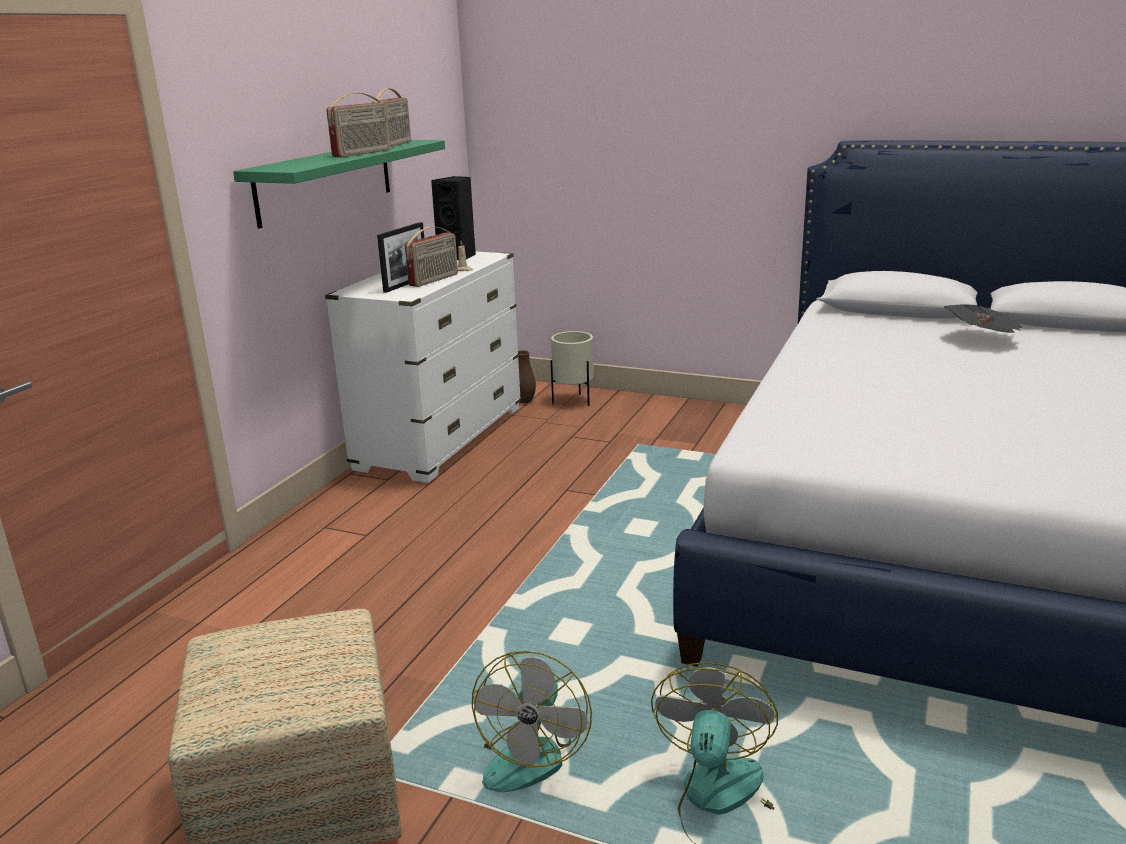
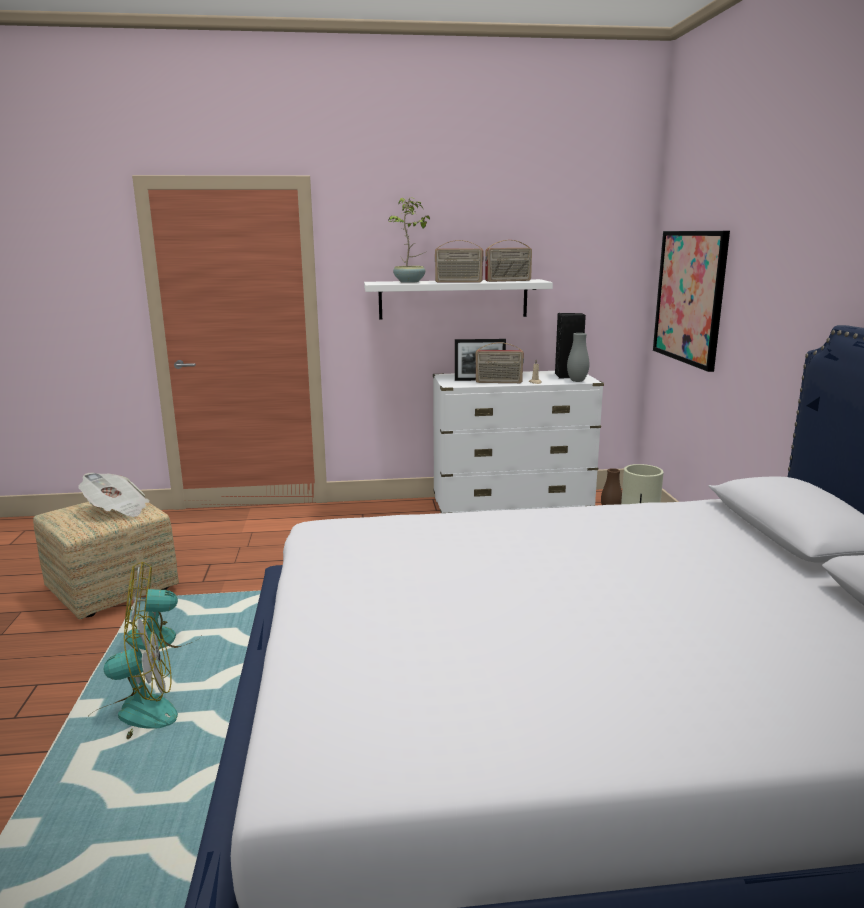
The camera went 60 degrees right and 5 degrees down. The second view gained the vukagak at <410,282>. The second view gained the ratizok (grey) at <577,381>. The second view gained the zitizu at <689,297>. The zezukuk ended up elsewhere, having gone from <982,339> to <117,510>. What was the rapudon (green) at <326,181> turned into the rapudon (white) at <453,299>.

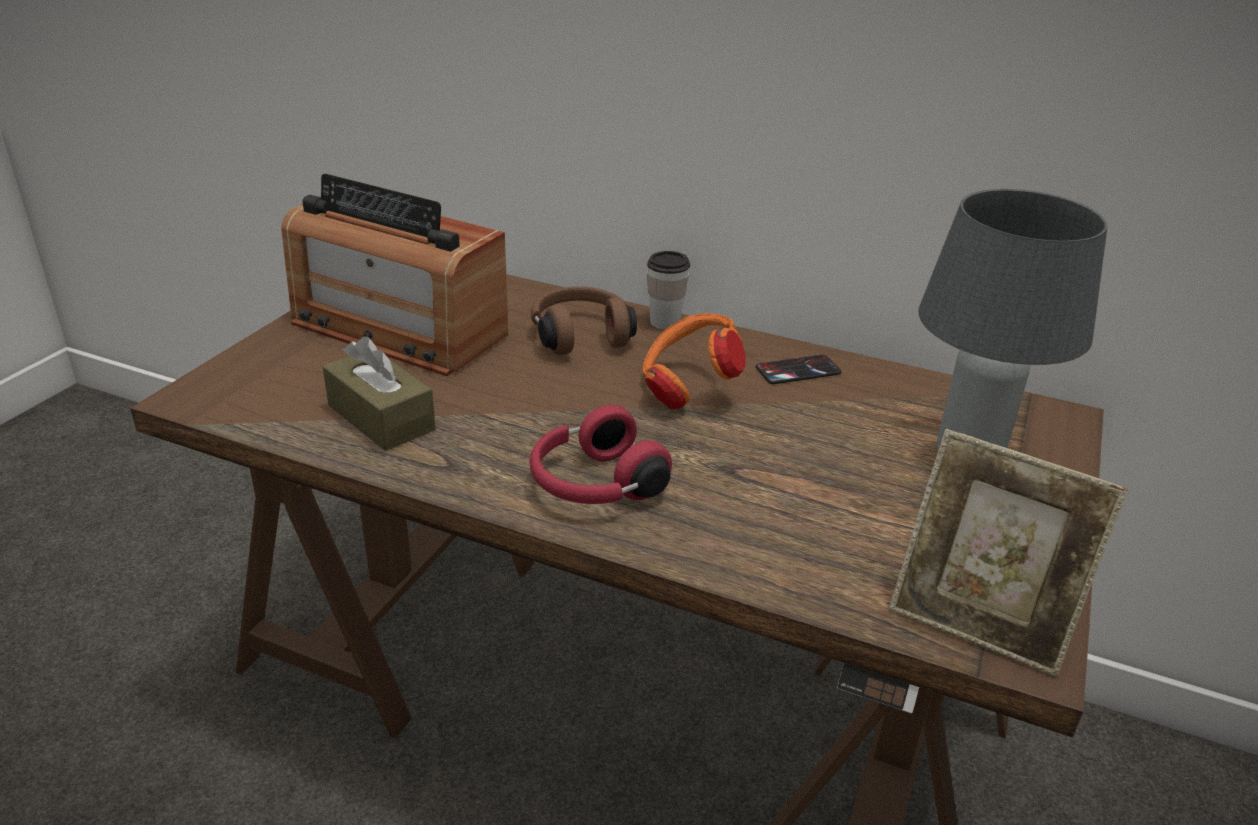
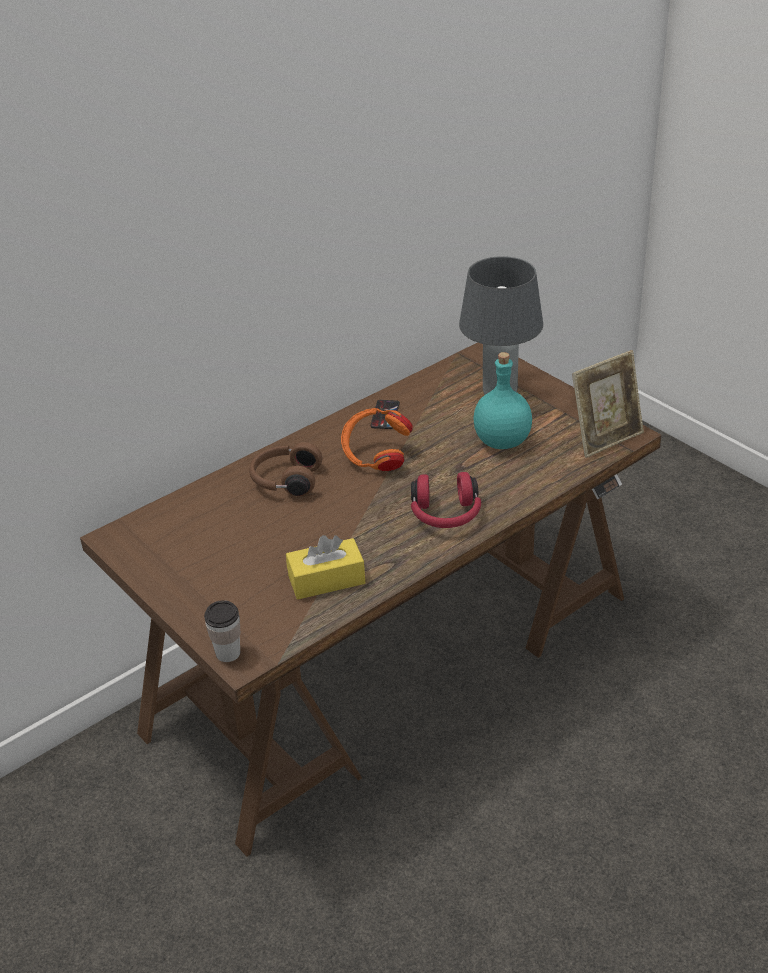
The camera went 60 degrees left and 5 degrees up. The second view lost the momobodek at <398,329>. The second view gained the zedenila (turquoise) at <502,441>. The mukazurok ended up elsewhere, having gone from <665,322> to <228,653>. What was the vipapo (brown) at <381,417> turned into the vipapo (yellow) at <326,580>.

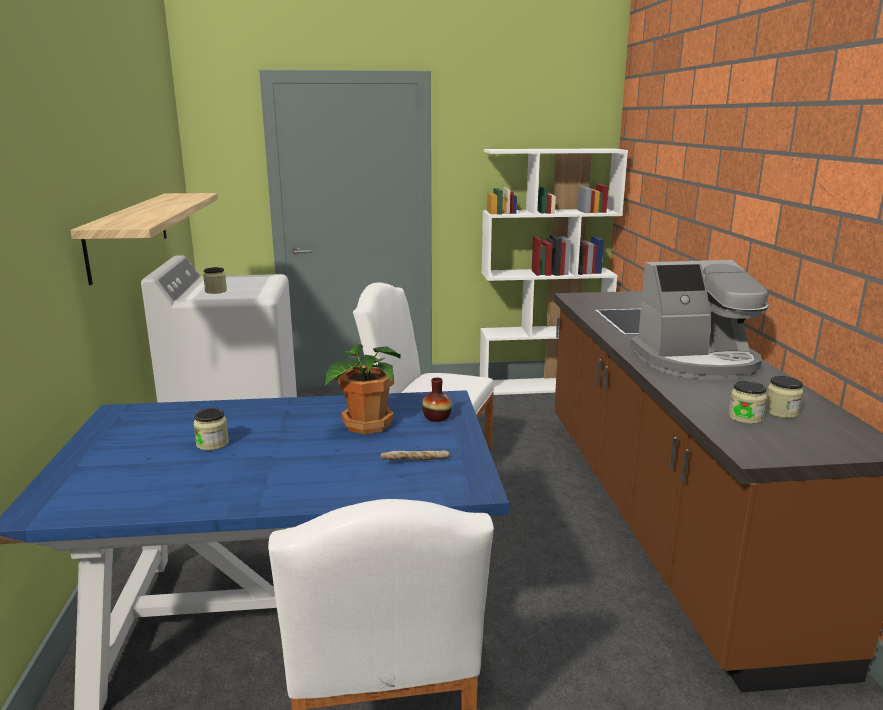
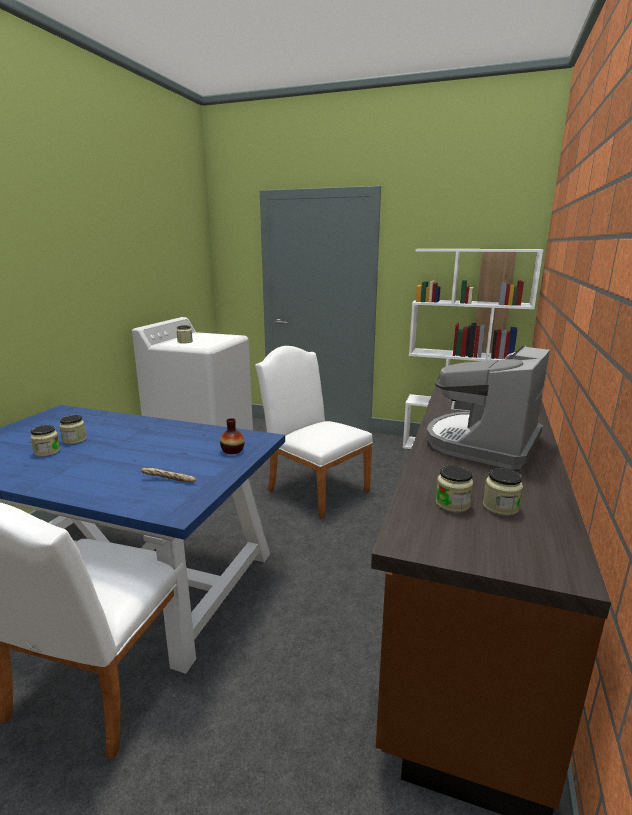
The camera went 25 degrees right and 0 degrees up. The second view lost the rapudon at <129,233>. The second view lost the vukagak at <365,424>. The second view gained the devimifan at <47,452>. The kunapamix at <696,362> ended up facing another way, 105 degrees clockwise from before.

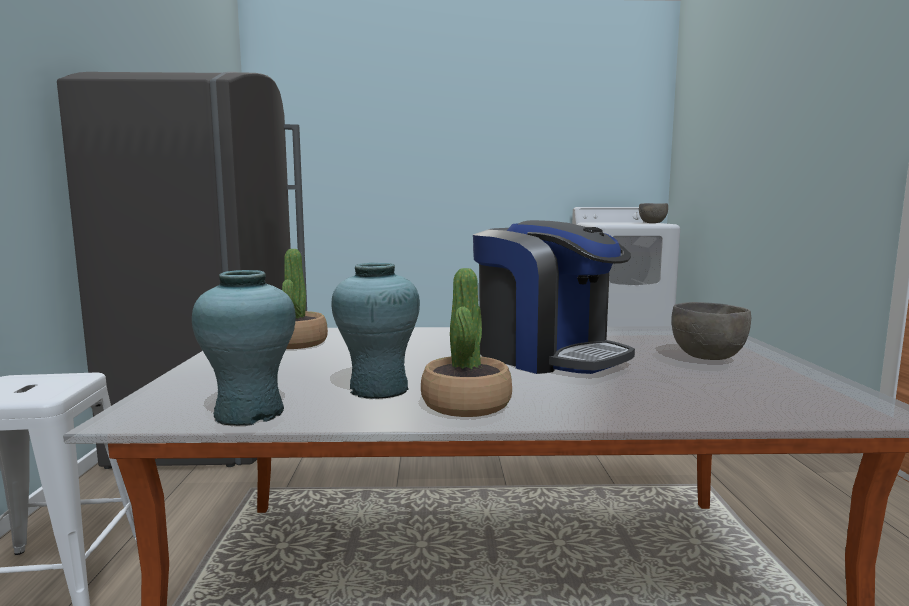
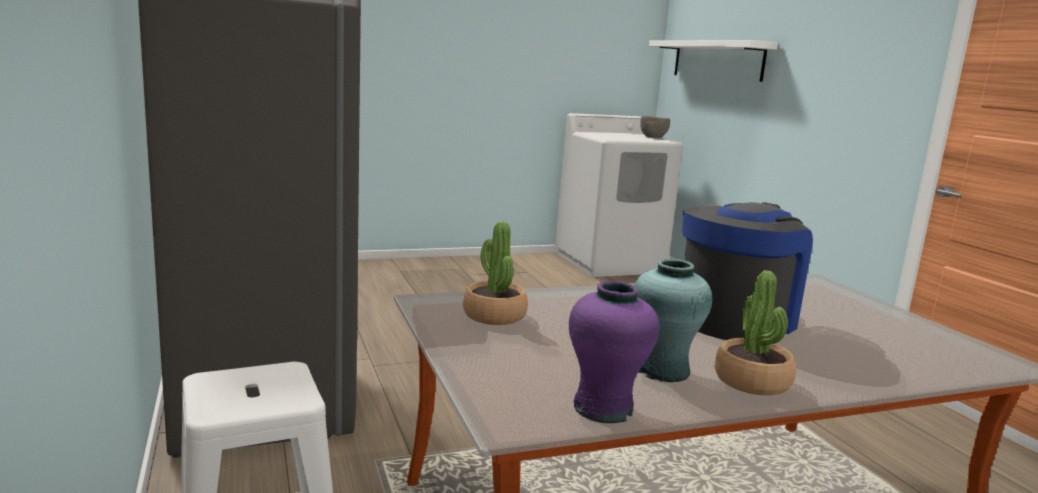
The camera went 20 degrees left and 5 degrees up. The second view lost the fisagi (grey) at <707,358>. The second view gained the rapudon (white) at <717,60>. What was the ratizok (turquoise) at <250,413> turned into the ratizok (purple) at <603,408>. The kunapamix at <548,356> ended up facing another way, 75 degrees counterclockwise from before.

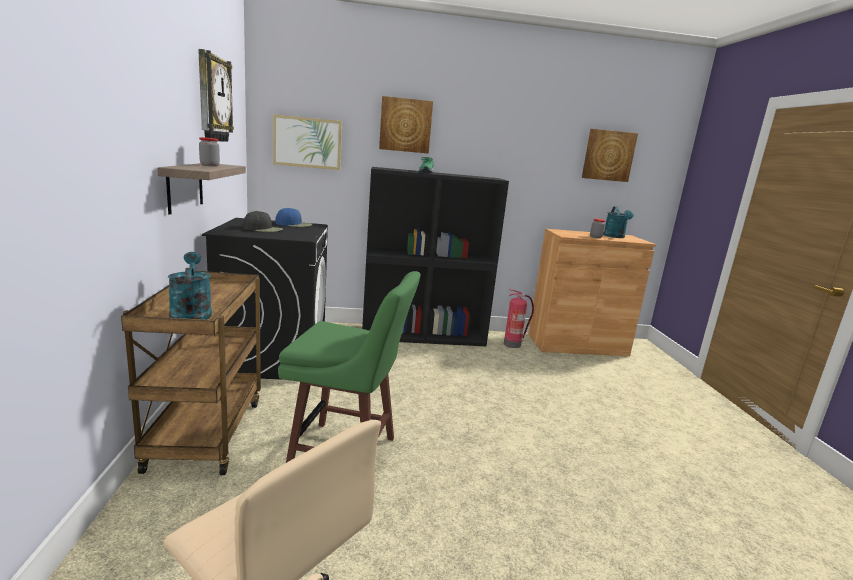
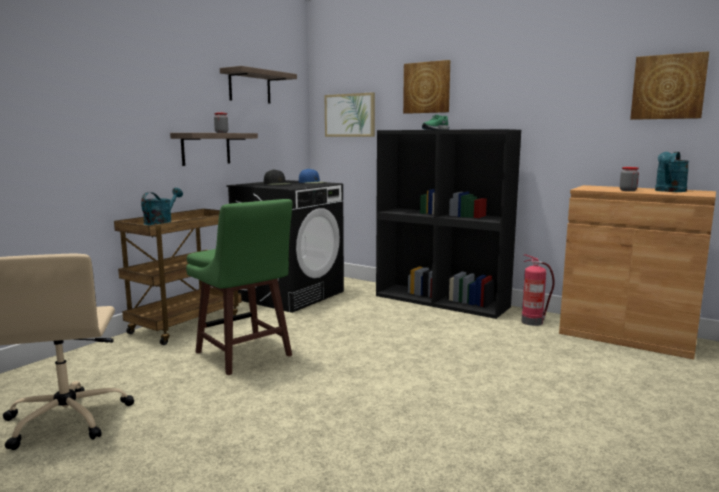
The camera went 40 degrees right and 5 degrees down. Where the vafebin hung at <212,99>, the rapudon came to hang at <249,87>.

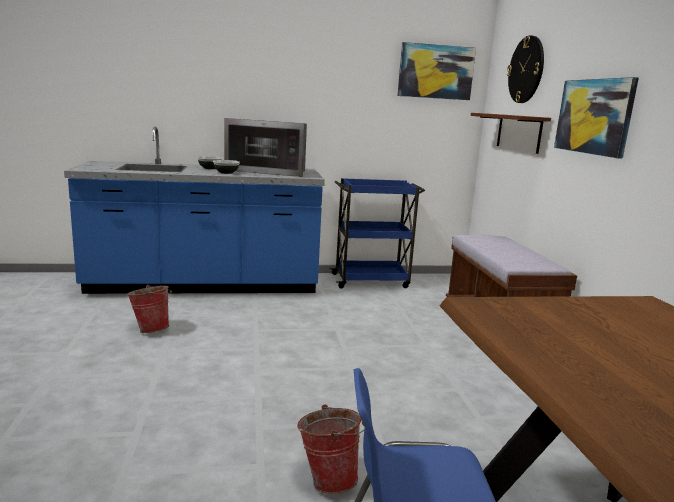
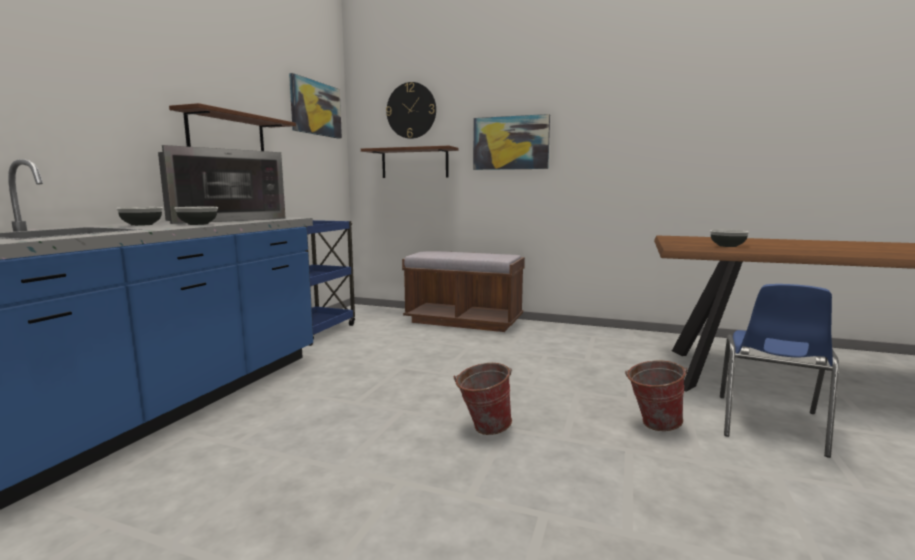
The camera went 60 degrees left and 5 degrees down. The second view gained the rapudon (brown) at <227,135>. The second view gained the fisagi at <728,246>. The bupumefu ended up elsewhere, having gone from <151,329> to <483,428>.

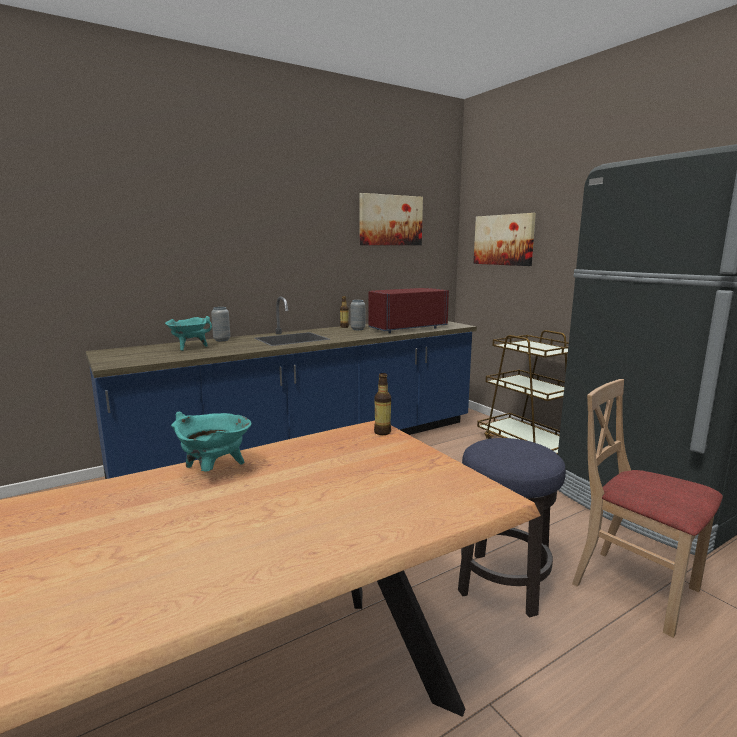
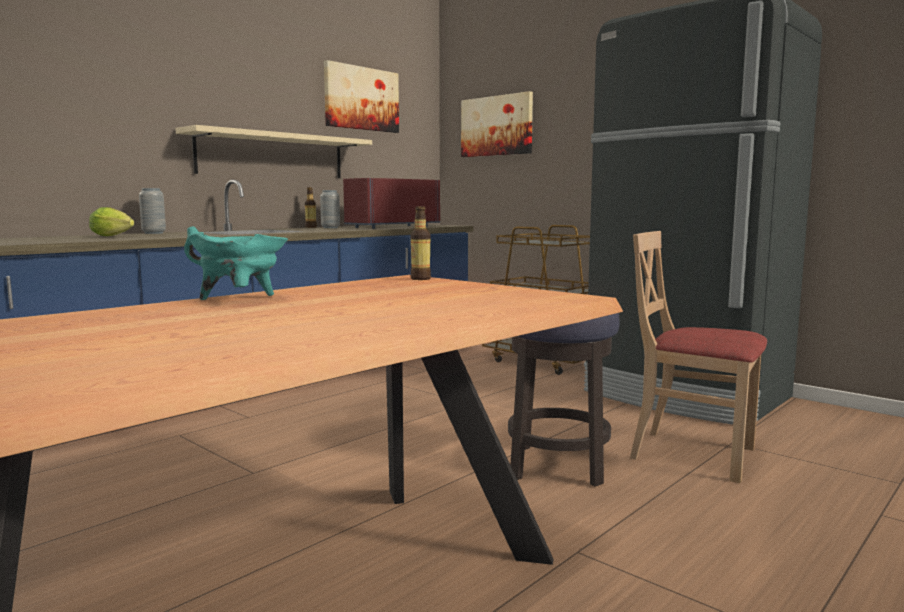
The camera went 15 degrees left and 5 degrees down. The second view gained the rapudon (beige) at <272,156>. Where the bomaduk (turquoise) stood at <189,347>, the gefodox came to stand at <114,236>.

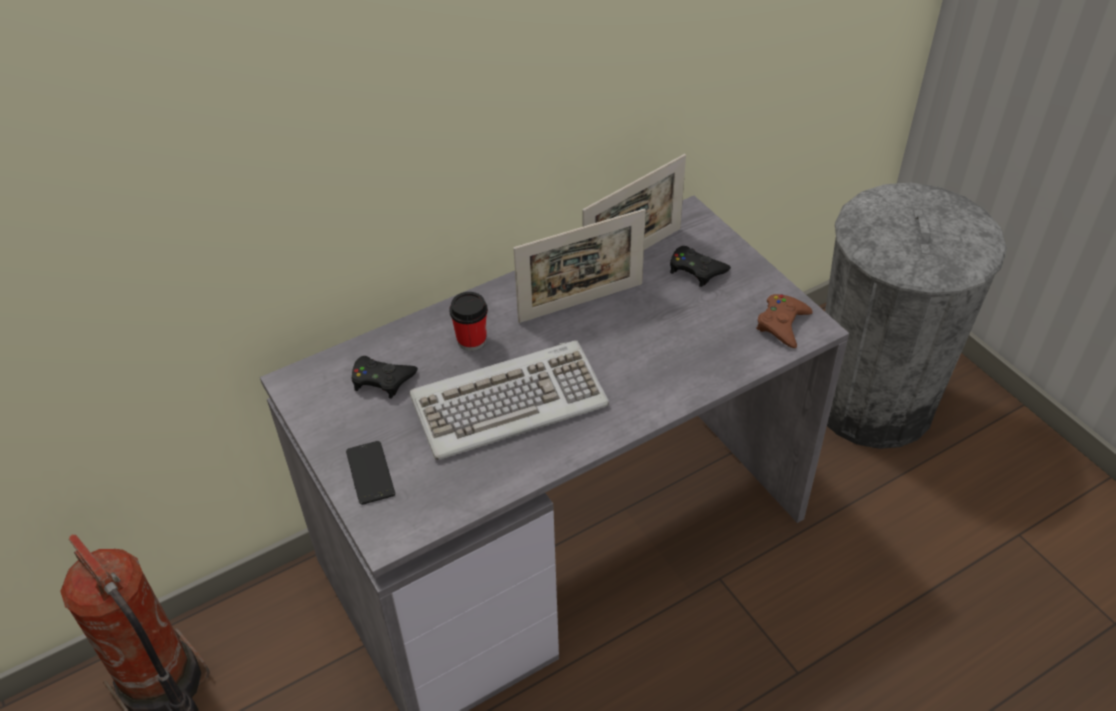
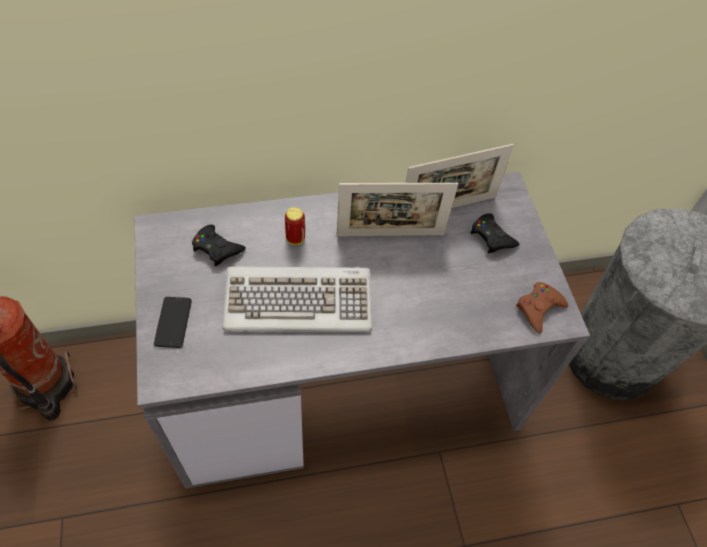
The camera went 15 degrees right and 10 degrees up. Where the mukazurok stood at <471,340>, the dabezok came to stand at <295,238>.

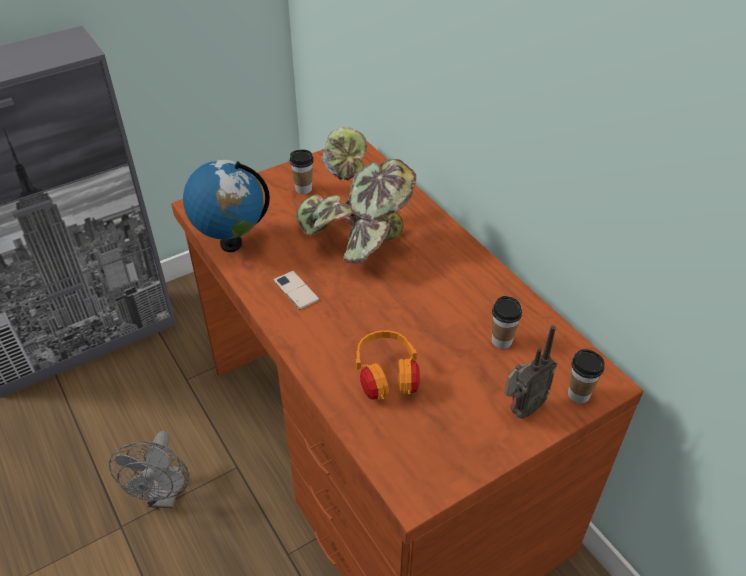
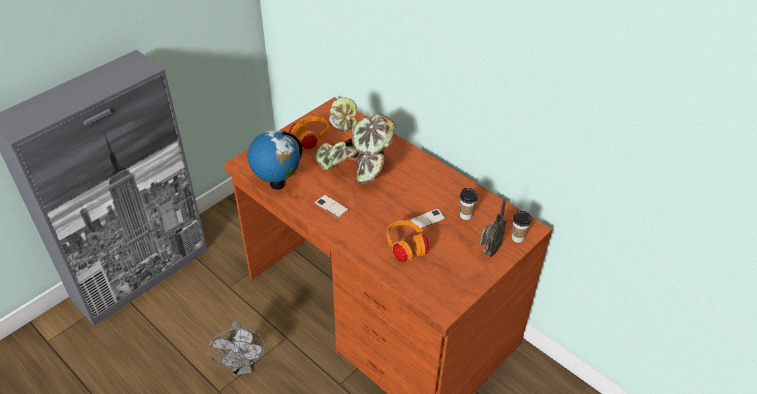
The camera went 15 degrees left and 0 degrees up. The second view gained the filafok at <427,219>. Where the mukazurok stood at <303,189>, the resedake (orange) came to stand at <310,139>.

